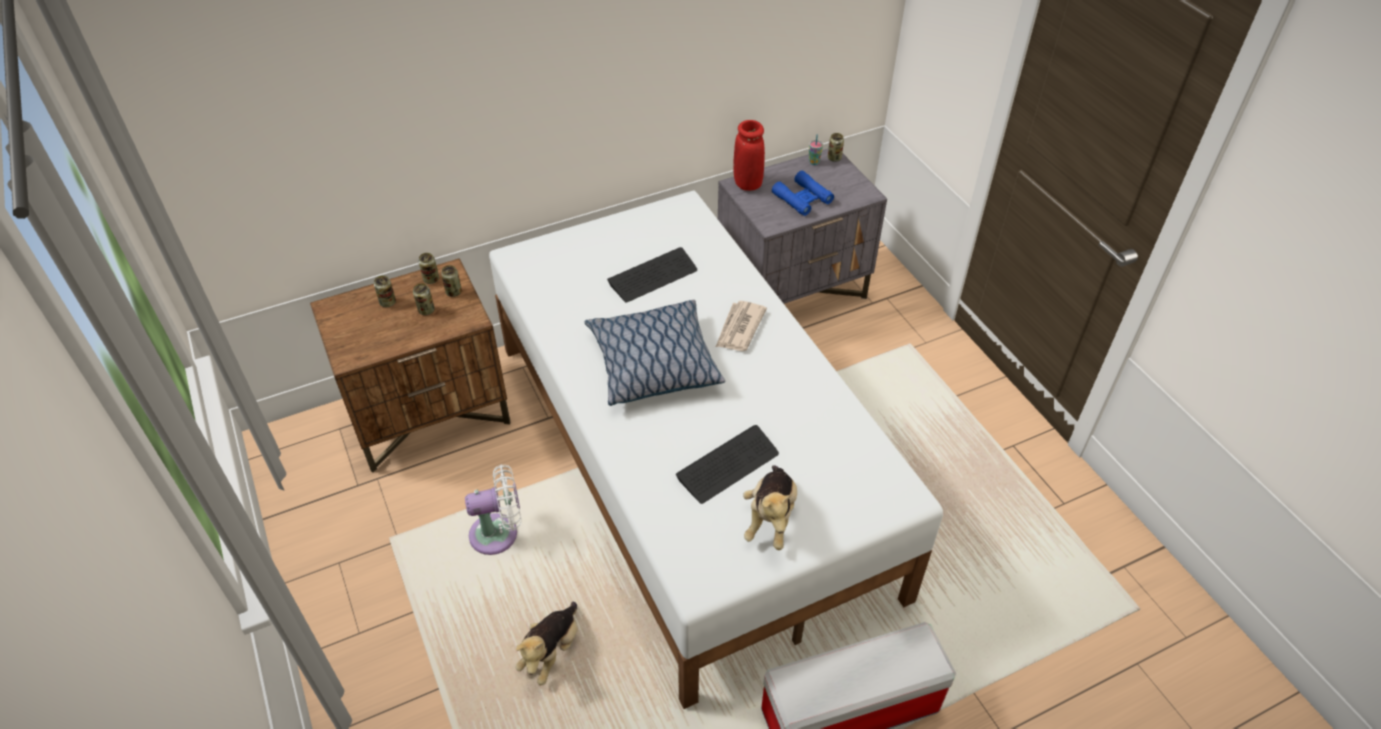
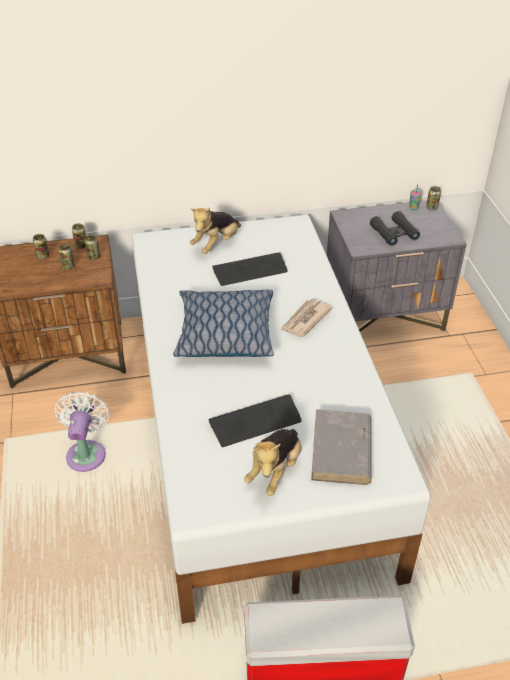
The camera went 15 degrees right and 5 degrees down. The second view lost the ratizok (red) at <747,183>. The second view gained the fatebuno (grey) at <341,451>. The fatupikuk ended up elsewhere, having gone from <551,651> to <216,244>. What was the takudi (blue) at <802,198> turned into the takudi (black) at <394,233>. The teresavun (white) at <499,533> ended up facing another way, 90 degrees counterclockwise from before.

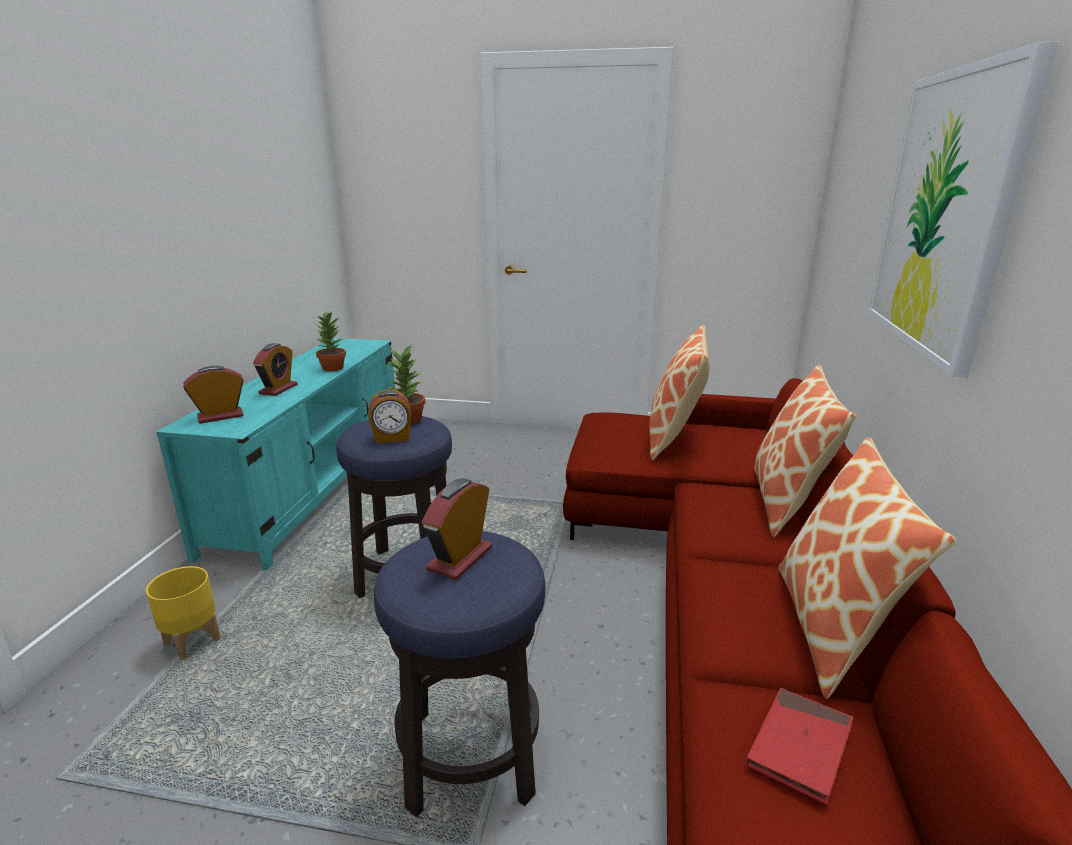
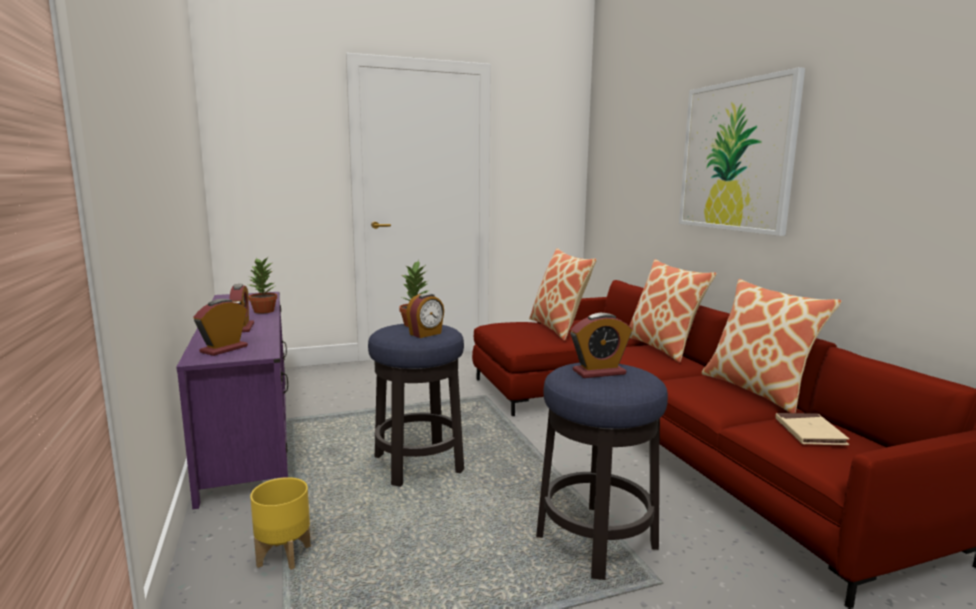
The camera went 30 degrees left and 10 degrees down. What was the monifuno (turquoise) at <314,486> turned into the monifuno (purple) at <250,430>. What was the fatebuno (red) at <800,746> turned into the fatebuno (beige) at <809,432>. The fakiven at <460,559> ended up facing another way, 105 degrees counterclockwise from before.

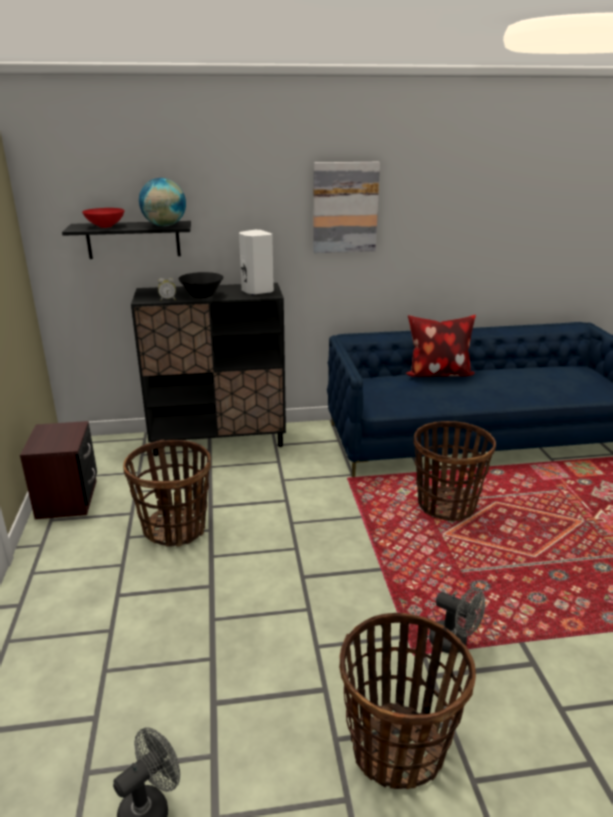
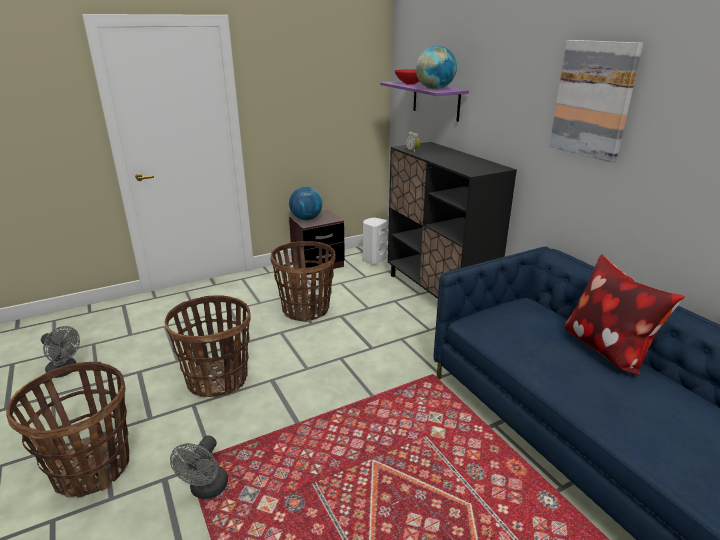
The camera went 70 degrees right and 0 degrees up. The second view lost the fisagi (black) at <202,296>. The second view gained the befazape at <306,219>. The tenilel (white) ended up elsewhere, having gone from <256,291> to <373,260>. The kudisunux ended up elsewhere, having gone from <446,504> to <218,380>. What was the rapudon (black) at <133,240> turned into the rapudon (purple) at <436,100>.

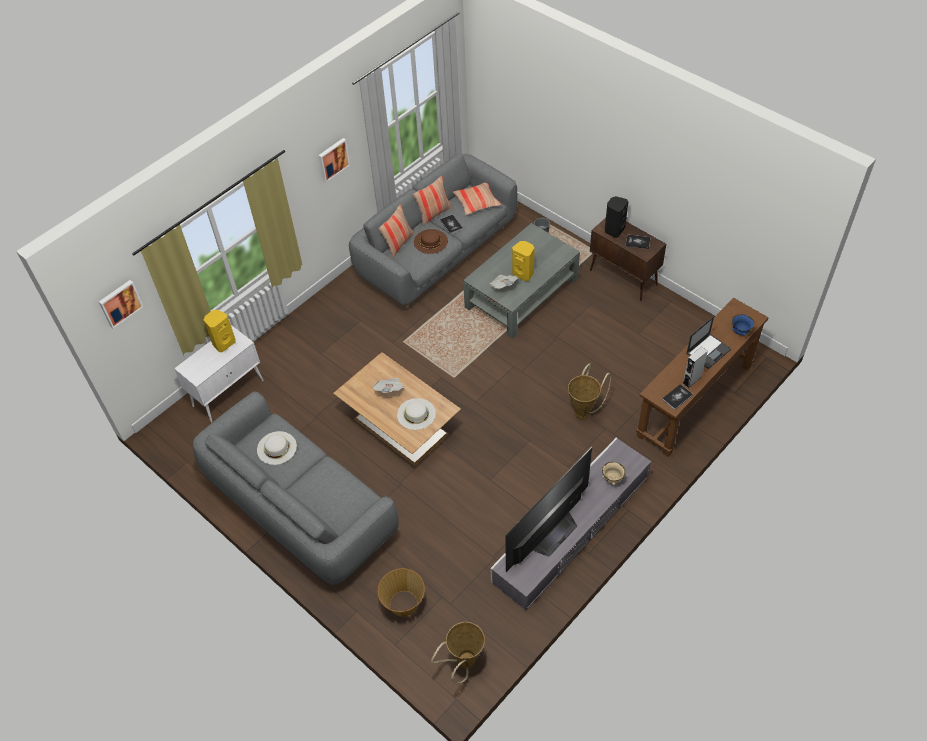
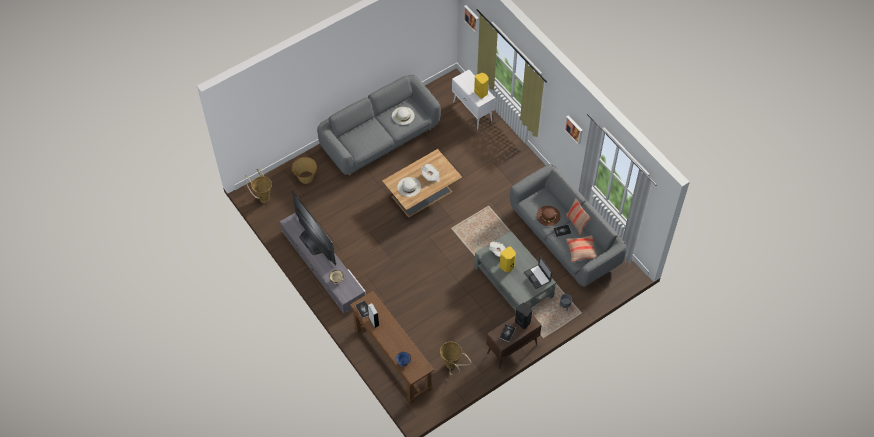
The camera went 100 degrees right and 5 degrees up. The second view lost the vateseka at <398,244>. The kudisunux ended up elsewhere, having gone from <584,411> to <452,366>. The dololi ended up elsewhere, having gone from <708,351> to <537,277>.

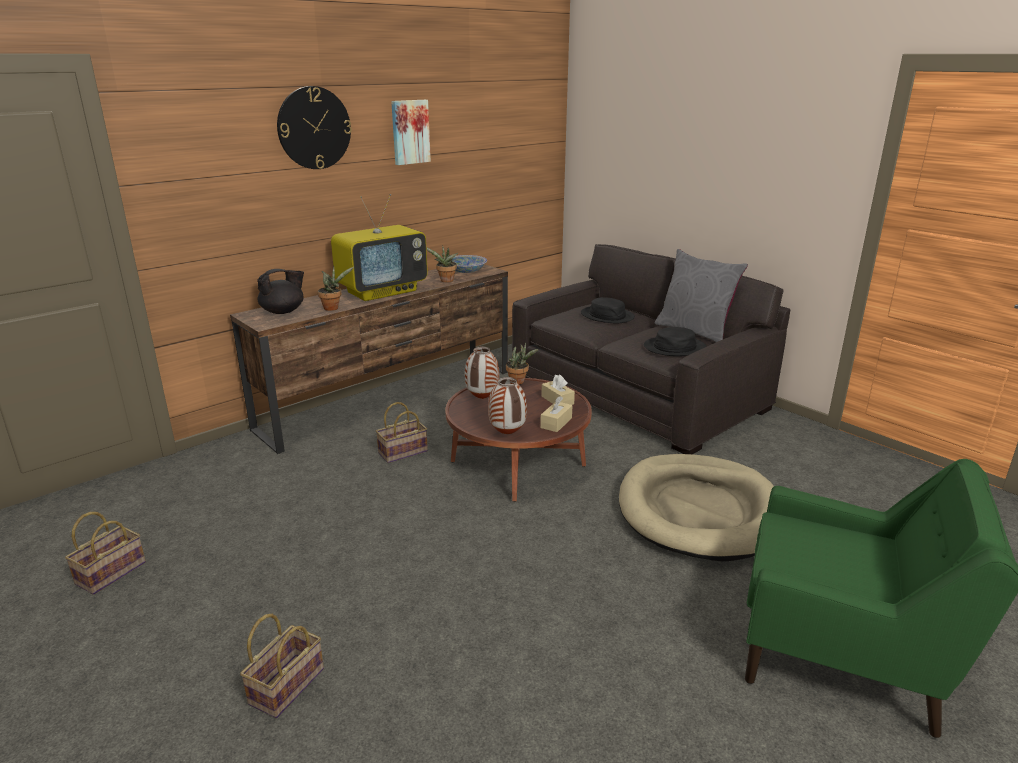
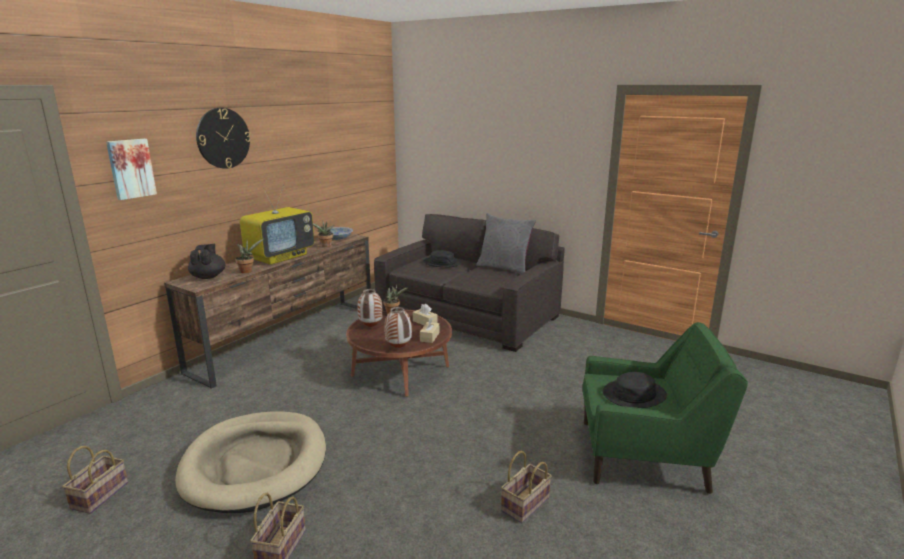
The camera went 15 degrees left and 5 degrees down. The kudisunux ended up elsewhere, having gone from <402,453> to <525,505>. The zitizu ended up elsewhere, having gone from <409,132> to <131,168>. The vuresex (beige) ended up elsewhere, having gone from <699,511> to <255,464>. The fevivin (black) ended up elsewhere, having gone from <674,347> to <634,394>. The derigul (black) at <283,311> ended up facing another way, 45 degrees counterclockwise from before.

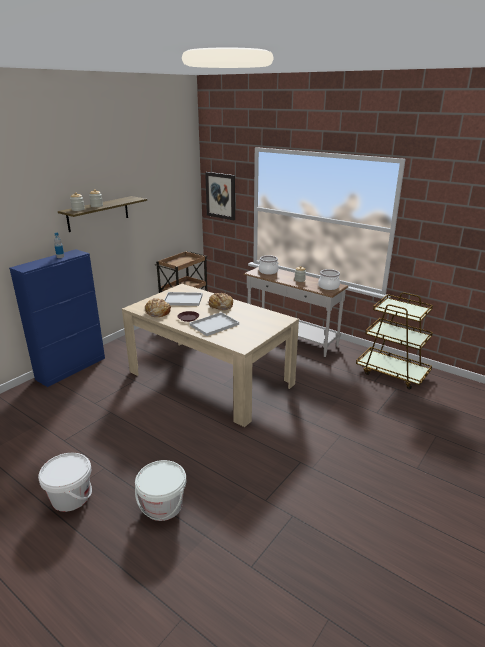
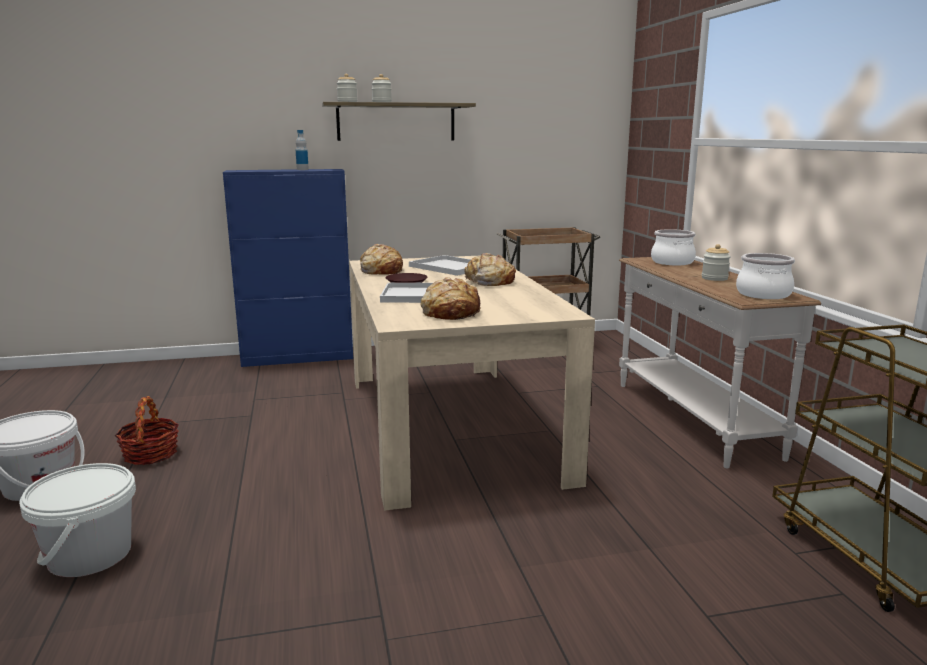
The camera went 40 degrees right and 10 degrees down. The second view lost the zitizu at <220,195>. The second view gained the kudisunux at <150,454>. The second view gained the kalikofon at <450,312>.

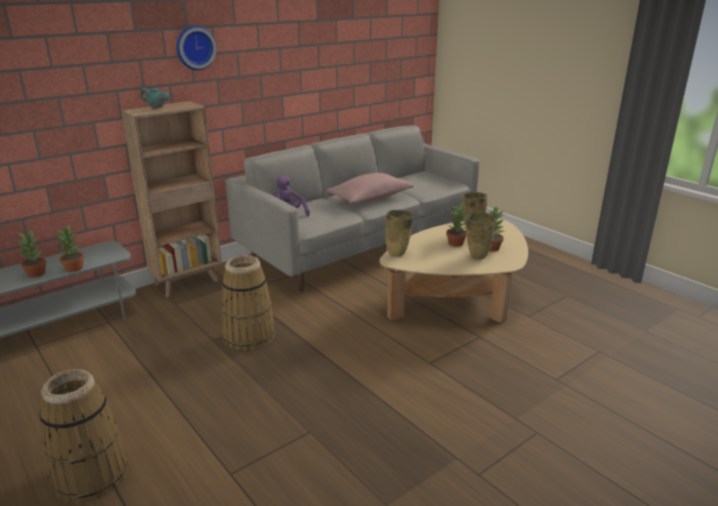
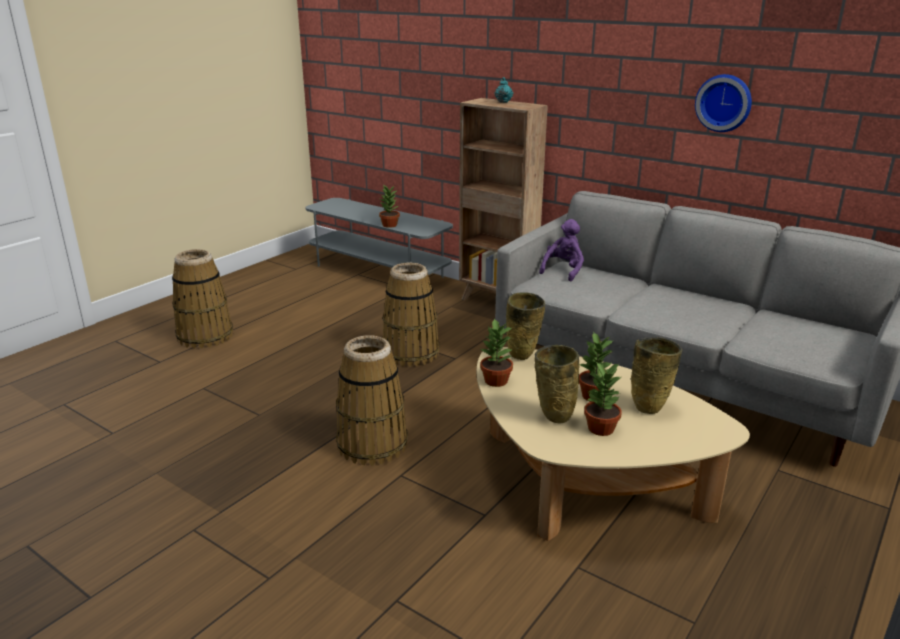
The camera went 75 degrees right and 0 degrees up. The second view lost the vateseka (pink) at <370,199>. The second view gained the kudisunux at <372,444>. The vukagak ended up elsewhere, having gone from <36,274> to <496,381>. The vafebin ended up elsewhere, having gone from <194,47> to <724,102>.

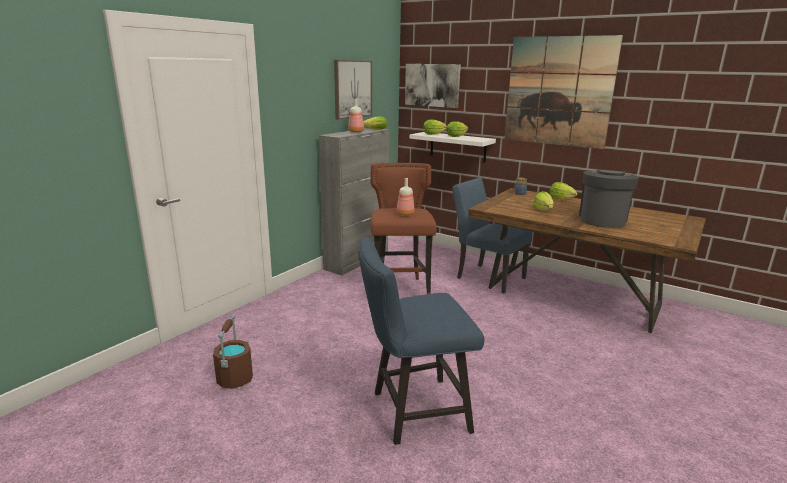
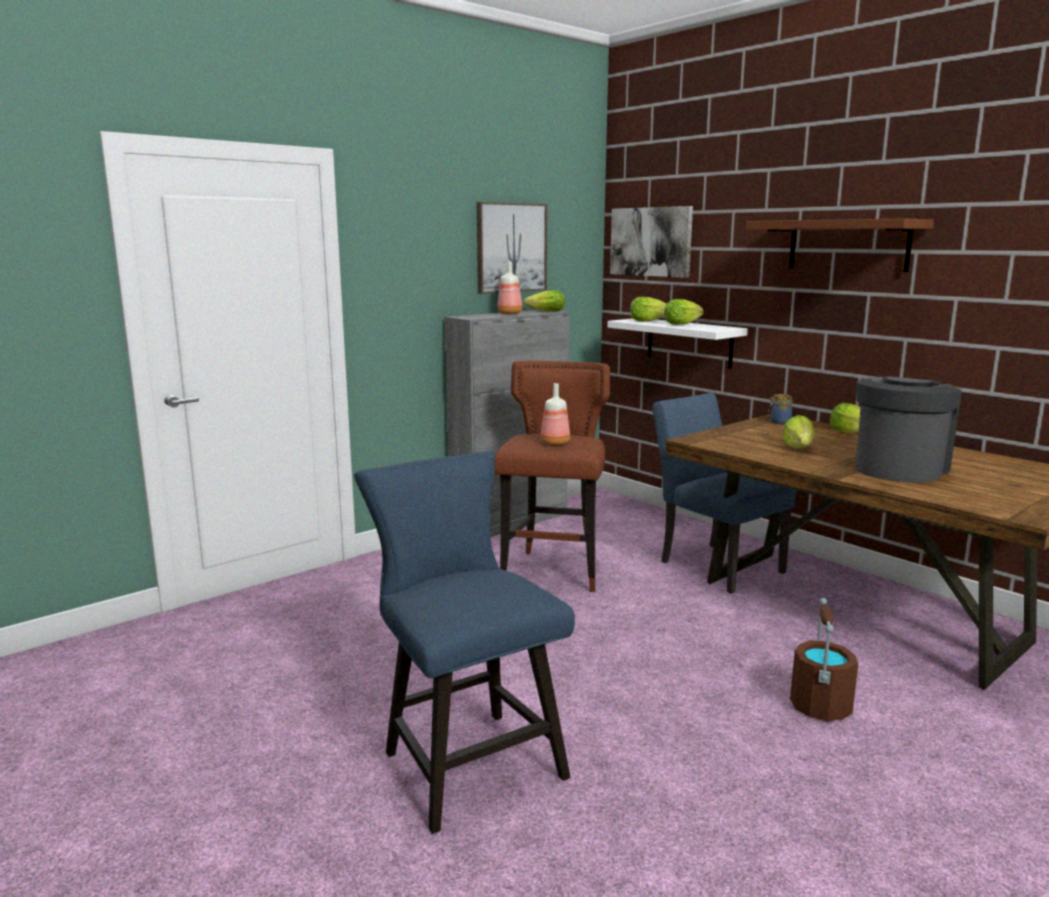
The camera went 15 degrees right and 5 degrees down. The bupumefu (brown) ended up elsewhere, having gone from <235,378> to <819,706>. Where the zitizu hung at <558,91>, the rapudon (brown) came to hang at <848,245>. The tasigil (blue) at <413,412> ended up facing another way, 60 degrees clockwise from before.

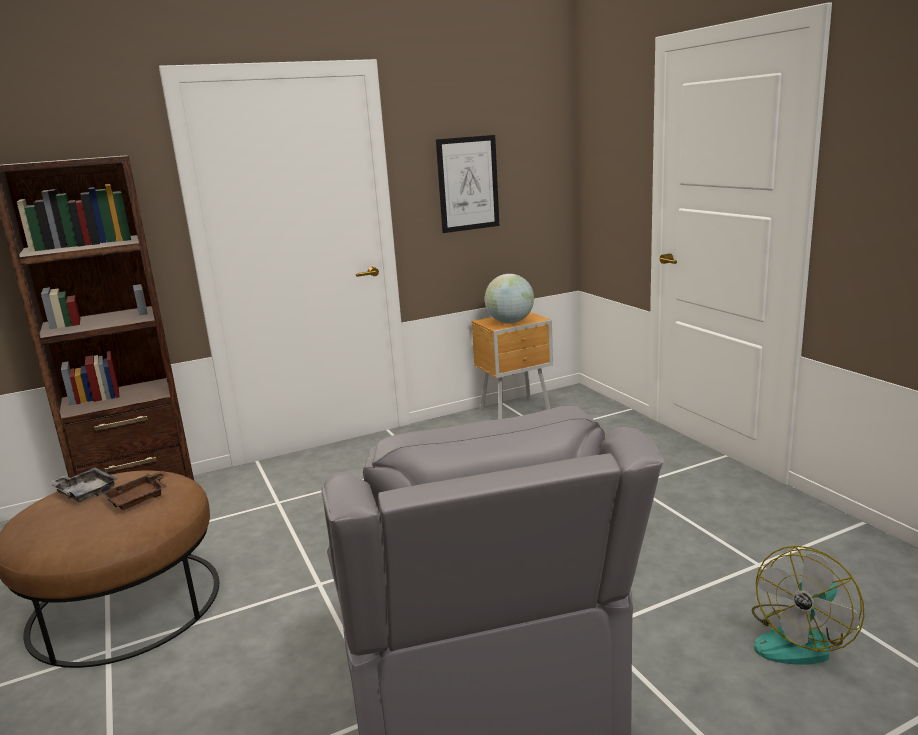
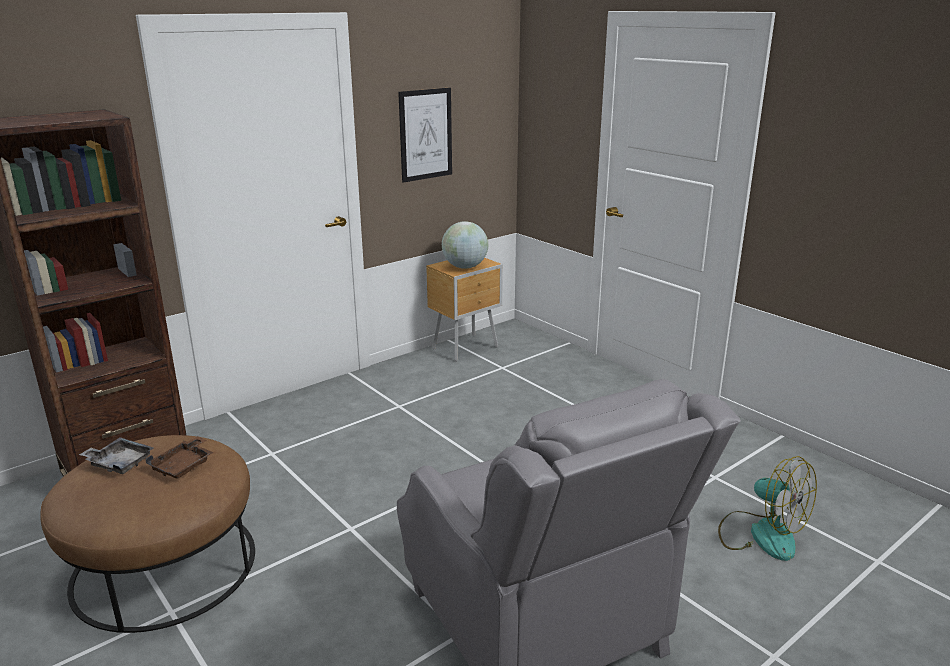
The camera went 15 degrees left and 5 degrees up. The teresavun at <800,639> ended up facing another way, 75 degrees counterclockwise from before.

